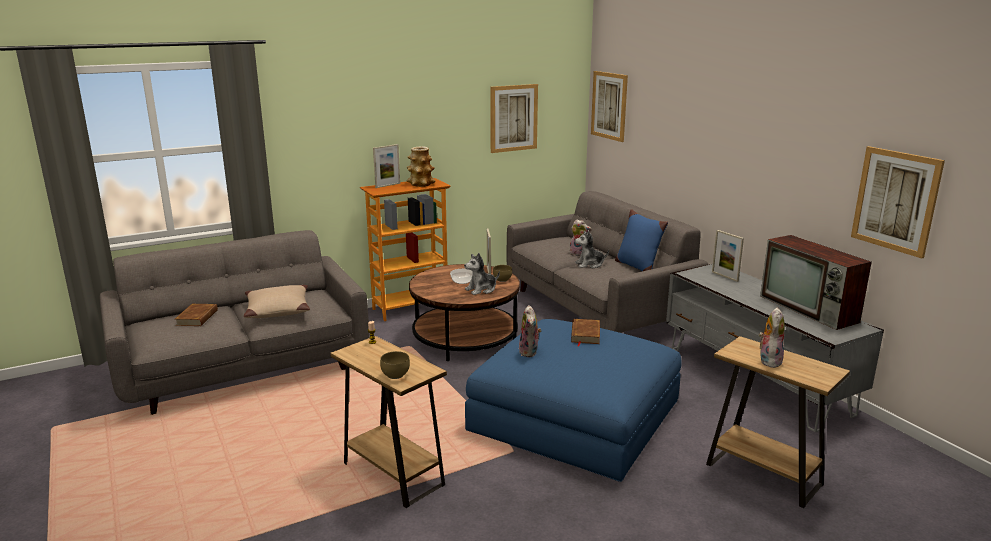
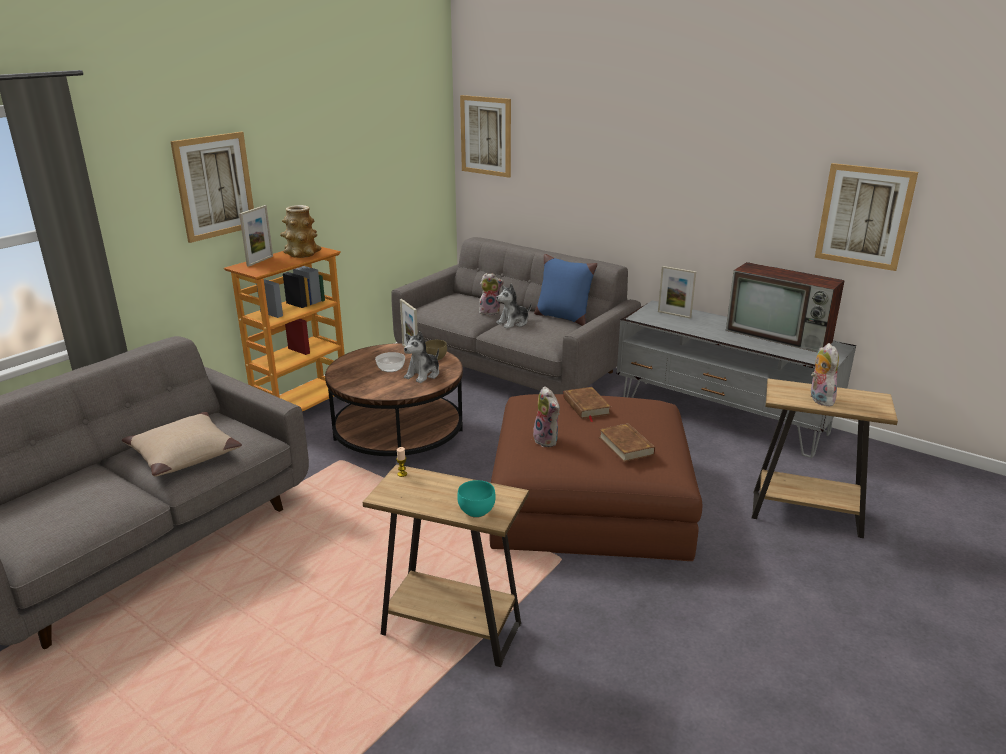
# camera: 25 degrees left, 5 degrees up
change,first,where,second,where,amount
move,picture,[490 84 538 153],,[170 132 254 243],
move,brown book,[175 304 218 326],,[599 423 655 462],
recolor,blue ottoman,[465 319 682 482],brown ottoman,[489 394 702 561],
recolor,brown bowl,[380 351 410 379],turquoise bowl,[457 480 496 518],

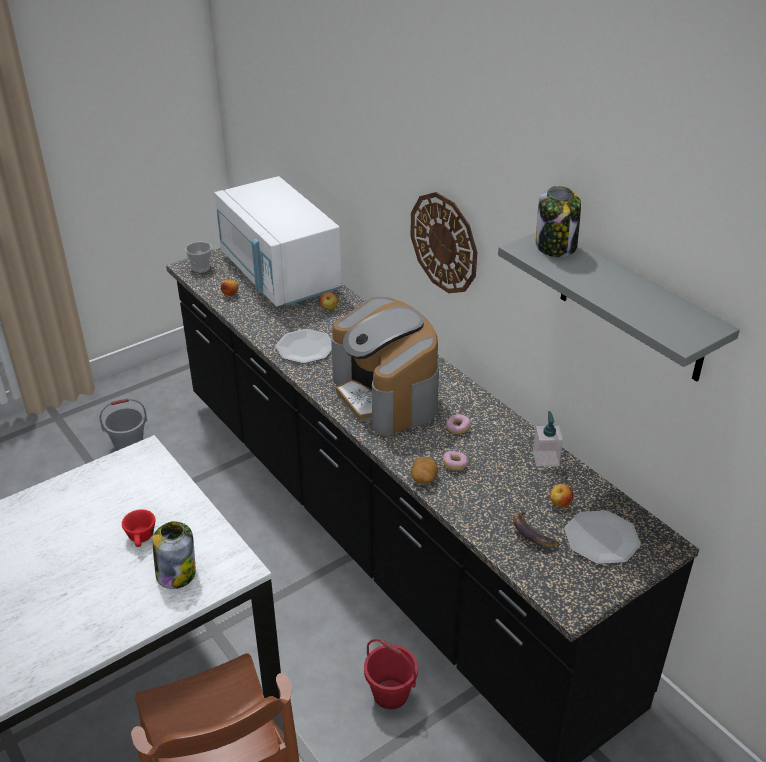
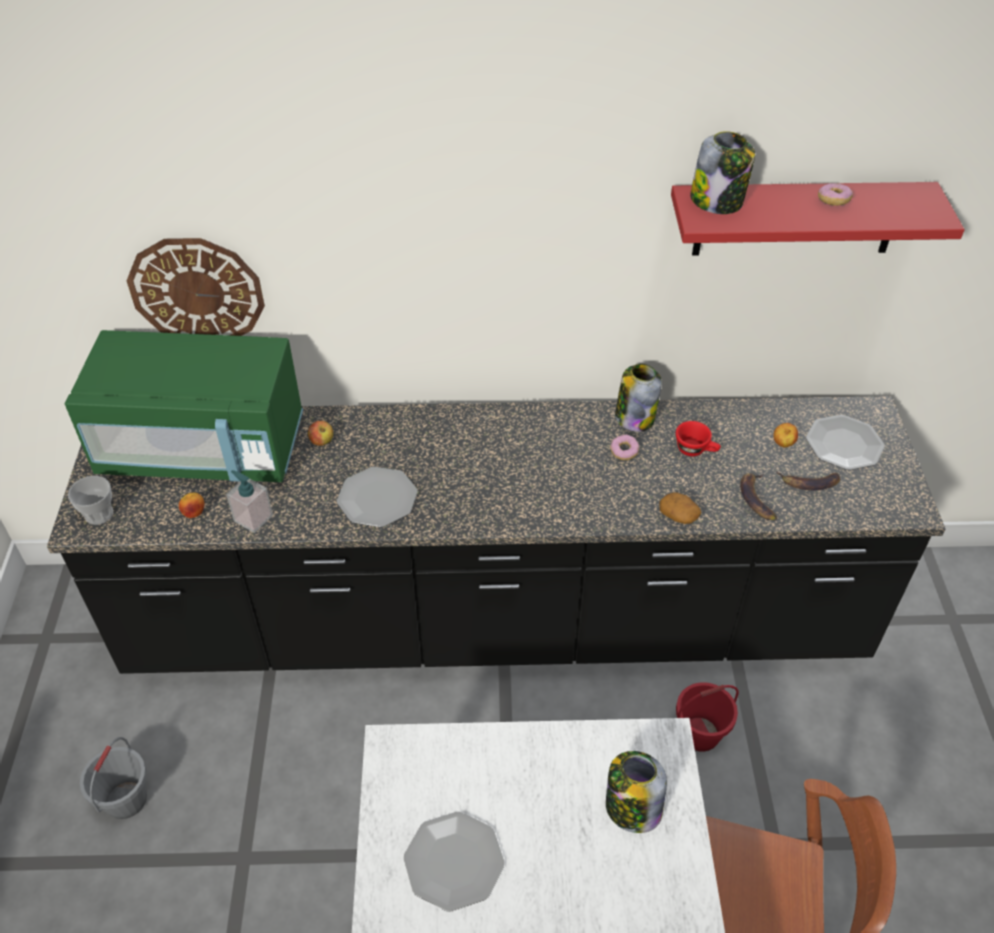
# camera: 55 degrees left, 10 degrees up
change,first,where,second,where,amount
recolor,white microwave,[214 176 342 307],green microwave,[65 330 303 482],
move,wall clock,[410 192 477 293],,[127 238 265 336],
recolor,grey shelf,[498 232 740 381],red shelf,[671 182 965 256],
delete,coffee machine,[331 297 439 436],,,
move,soap dispenser,[533 411 563 467],,[226 470 273 533],
move,donut,[443 451 468 471],,[818 184 853 206],
move,red cup,[122 509 155 547],,[676 421 721 456],
insert,,,jar,[615 364 662 432],
insert,,,banana,[740 473 777 521],
insert,,,plate,[404 812 504 912],

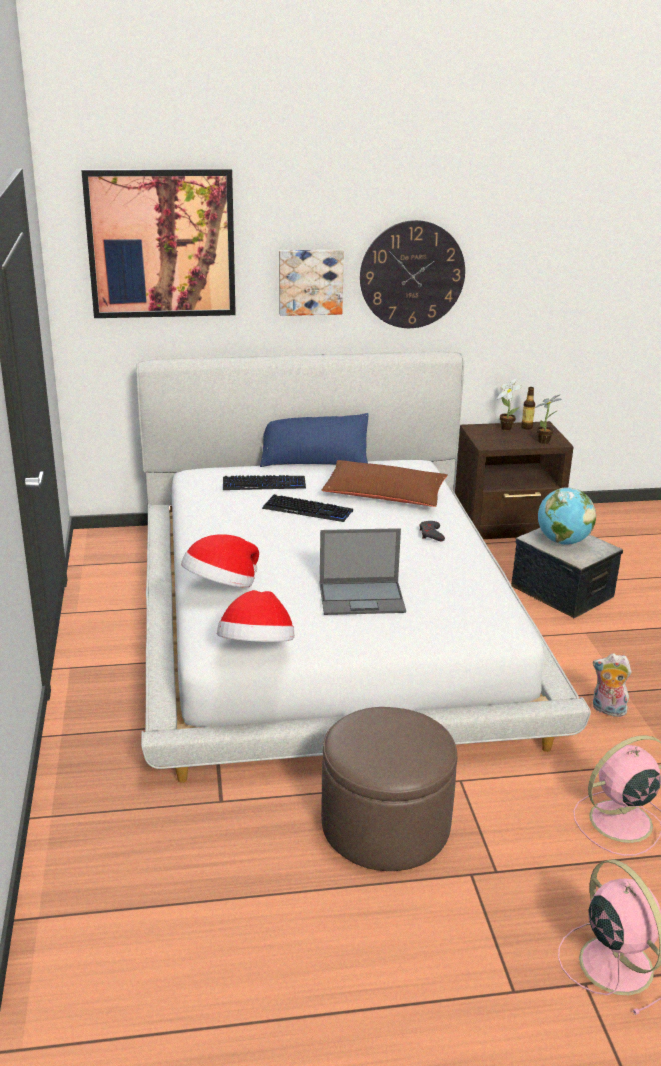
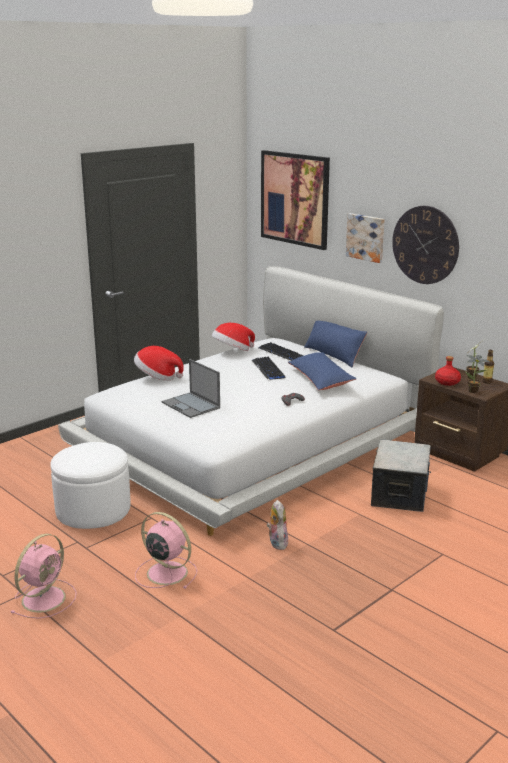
# camera: 55 degrees right, 5 degrees down
change,first,where,second,where,amount
recolor,brown pillow,[321 460 448 507],blue pillow,[288 352 356 390],
delete,globe,[538 487 596 544],,,
move,hat,[217 590 294 642],,[212 323 255 351],
recolor,brown ottoman,[321 707 457 871],white ottoman,[50 442 131 529],
insert,,,red bottle,[435 356 461 386],

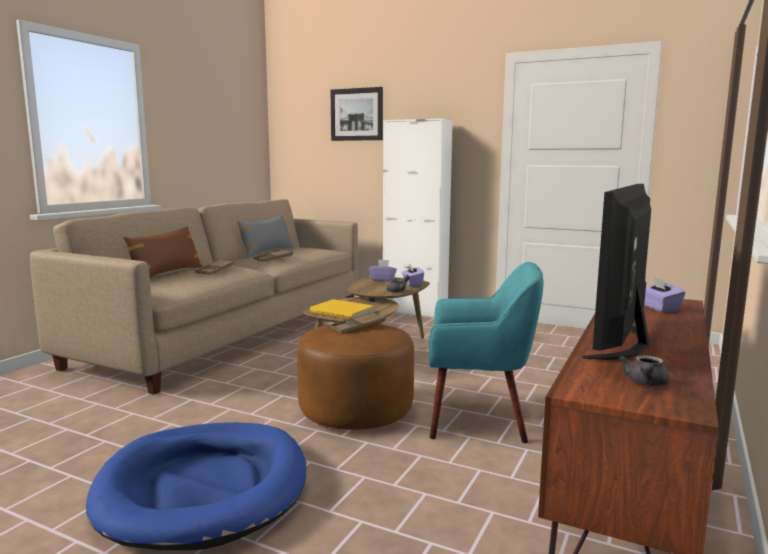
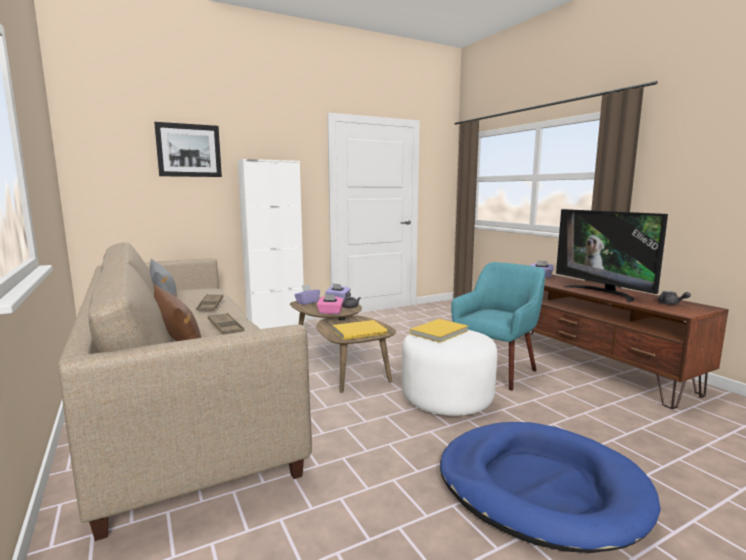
# camera: 55 degrees left, 0 degrees up
change,first,where,second,where,amount
replace,brown tray,[330 312 386 334],yellow book,[409 319 468 343],
recolor,brown ottoman,[297 324 414 430],white ottoman,[402 330 497 416],
insert,,,pink tissue box,[317 294 344 314],

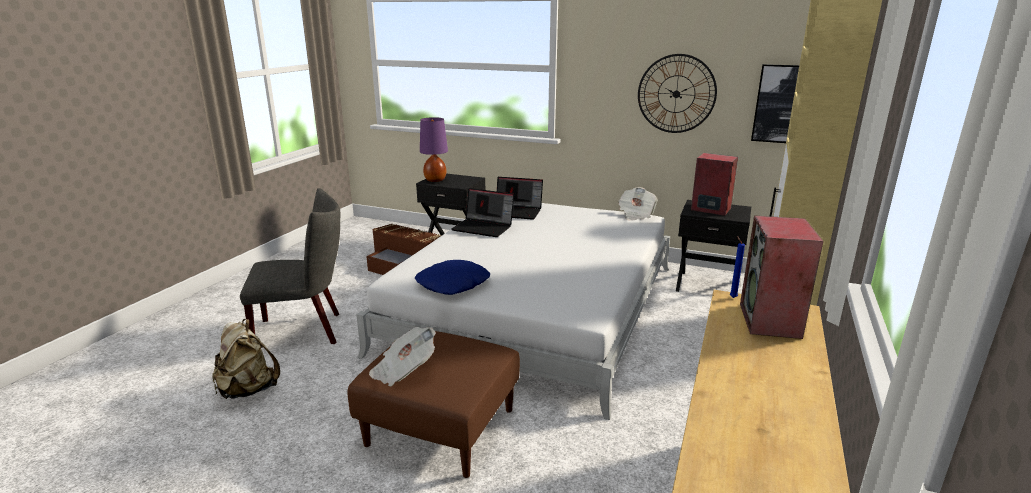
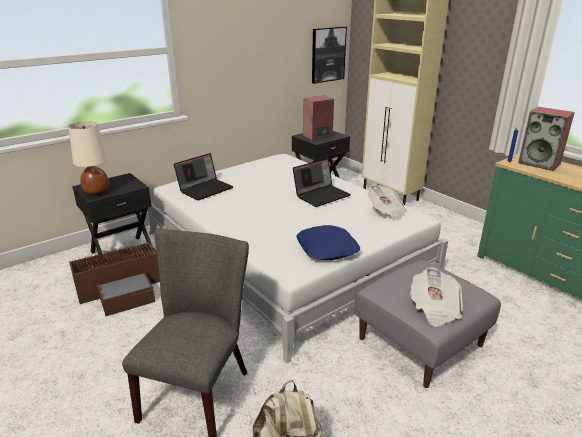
# camera: 60 degrees left, 5 degrees up
change,first,where,second,where,amount
delete,wall clock,[638 54 717 133],,,
recolor,purple table lamp,[420 117 448 182],beige table lamp,[69 122 109 196],
move,newspaper,[618 187 658 221],,[367 185 407 221],
move,laptop,[451 188 514 237],,[293 158 351 207],
recolor,brown ottoman,[347 331 520 478],grey ottoman,[355 260 501 388],

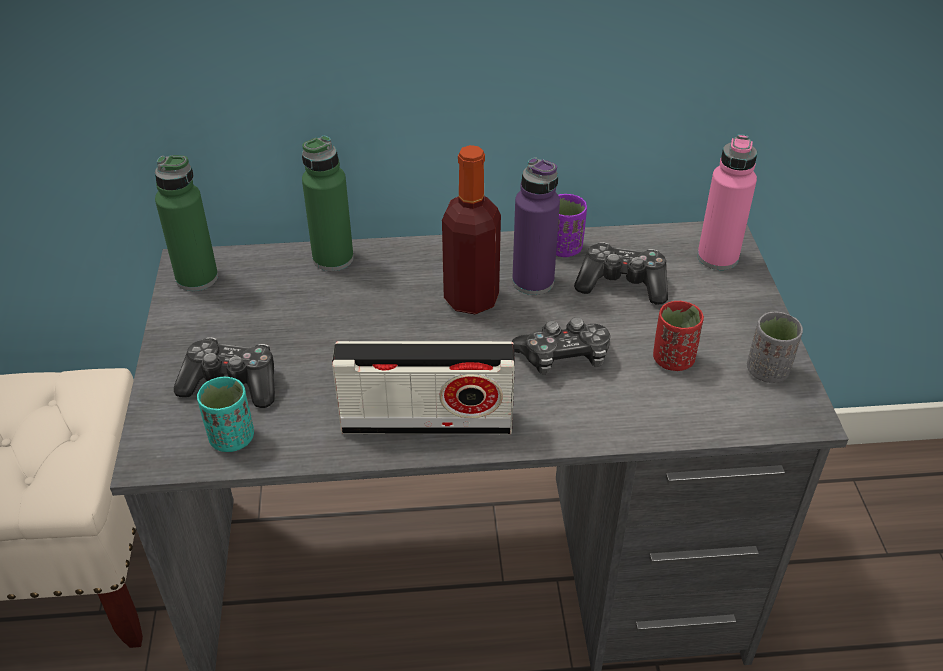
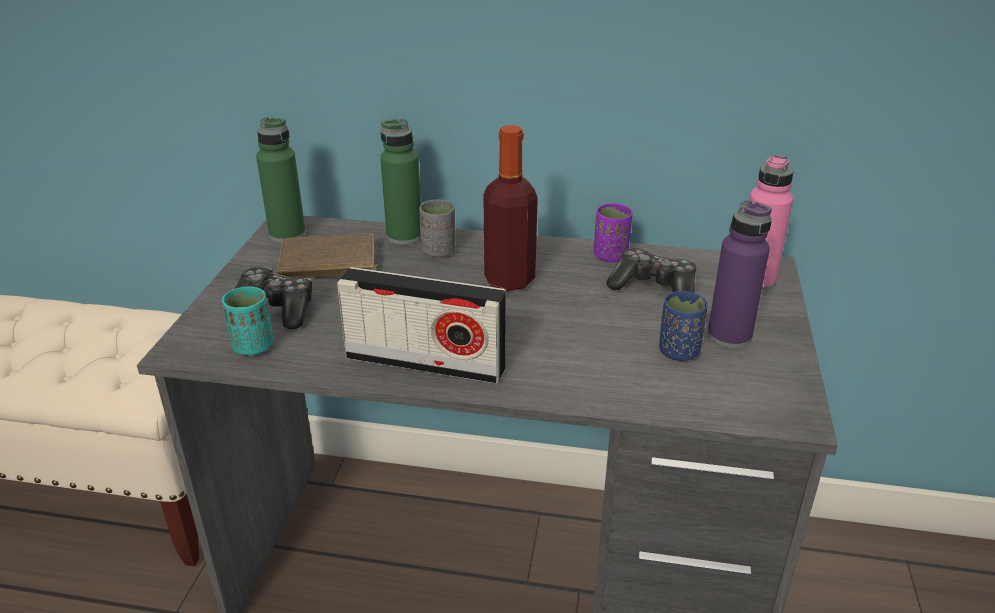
# camera: 15 degrees right, 10 degrees down
change,first,where,second,where,amount
move,purple bottle,[512 158 560 295],,[708 200 772 348],
recolor,red cup,[653 301 704 371],blue cup,[659 291 708 361],
move,grey cup,[747 312 803 383],,[419 199 455 258],
delete,game controller,[512 317 610 375],,,
insert,,,brown book,[277 233 378 278],

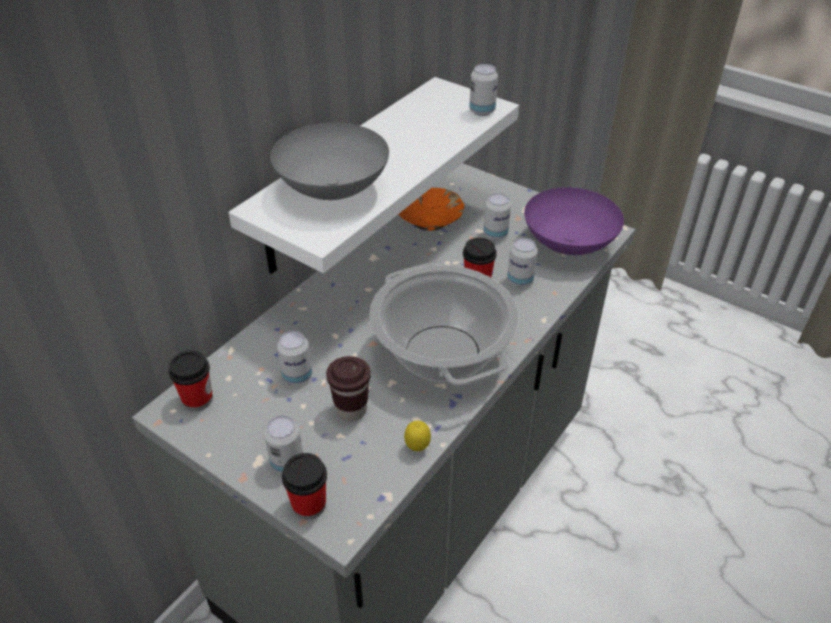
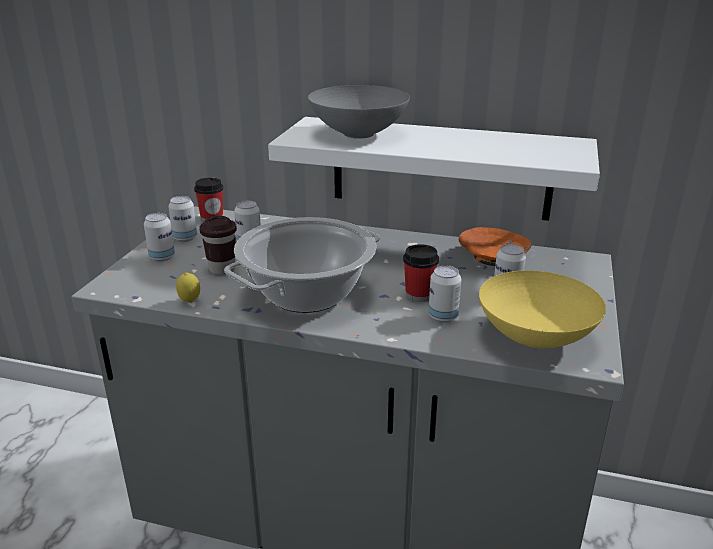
# camera: 70 degrees right, 15 degrees down
change,first,where,second,where,amount
move,can,[469 64 498 116],,[168 196 197 242],
recolor,purple bowl,[524 187 624 255],yellow bowl,[479 270 606 348],
delete,cup,[282 453 327 520],,,

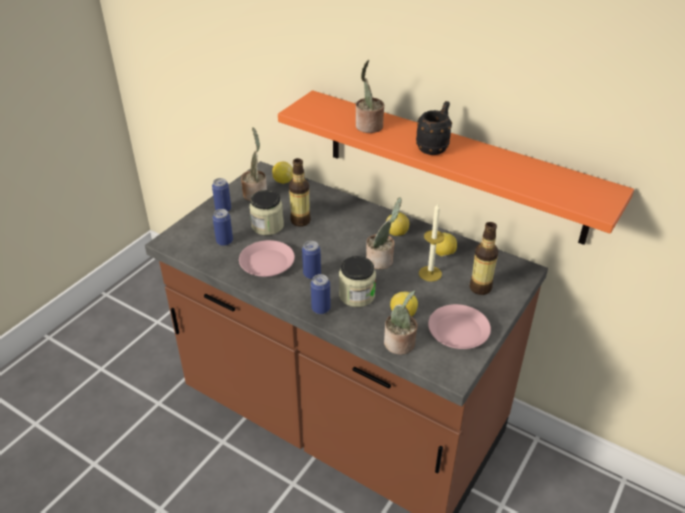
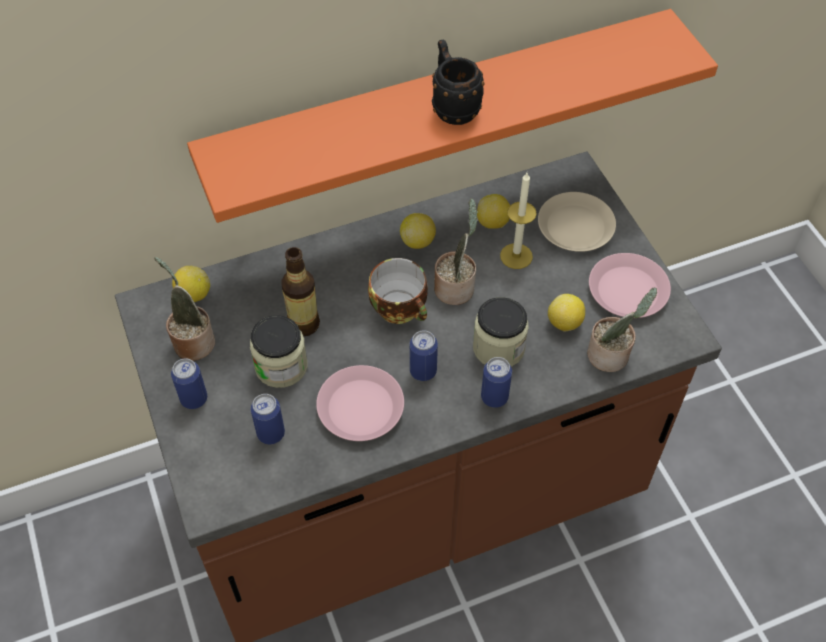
# camera: 55 degrees left, 15 degrees up
change,first,where,second,where,amount
delete,potted plant,[356 60 384 133],,,
replace,bottle,[470 222 498 295],beige plate,[538 192 616 252],
insert,,,cup,[368 258 428 324],

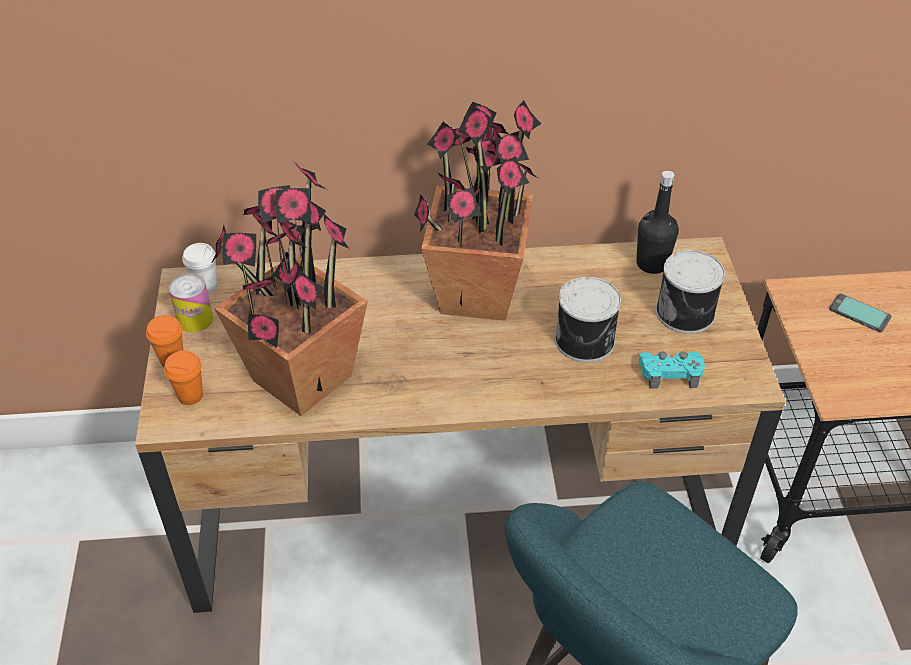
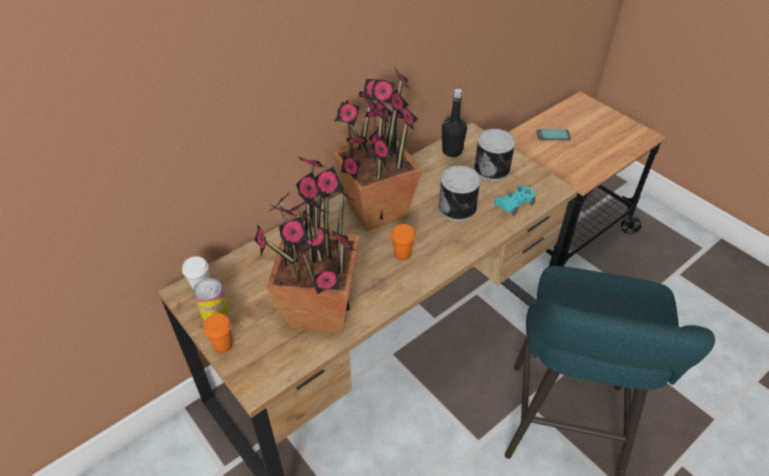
# camera: 35 degrees left, 0 degrees up
change,first,where,second,where,amount
move,orange cup,[164 351 203 405],,[391 224 415 260],

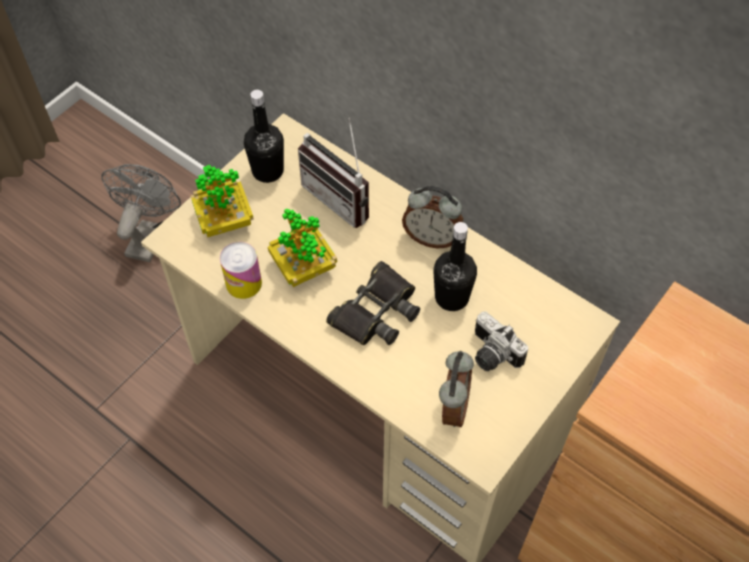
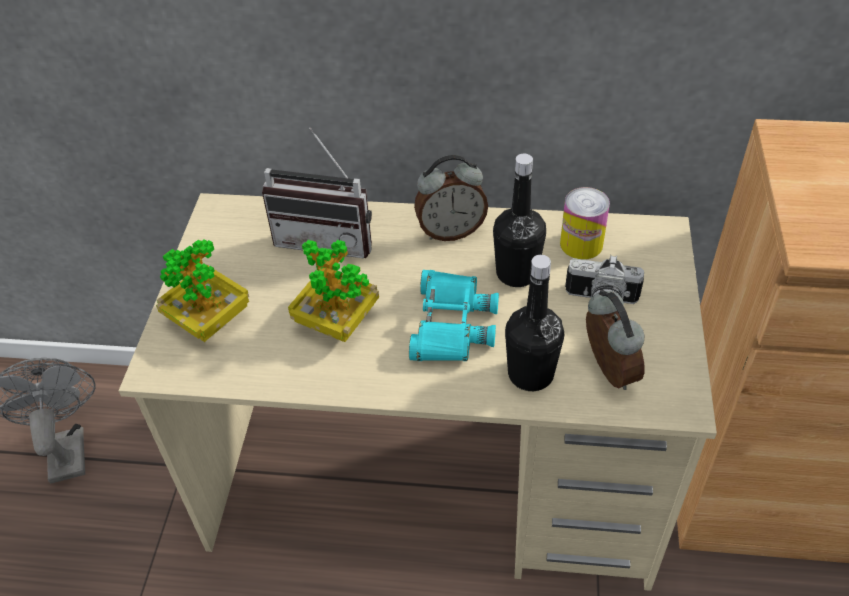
# camera: 30 degrees left, 10 degrees down
change,first,where,second,where,amount
move,black bottle,[244 90 284 183],,[505 255 564 391],
move,can,[220 242 262 299],,[560 187 610 260],
recolor,black binoculars,[326 261 420 345],turquoise binoculars,[409 270 499 361],

